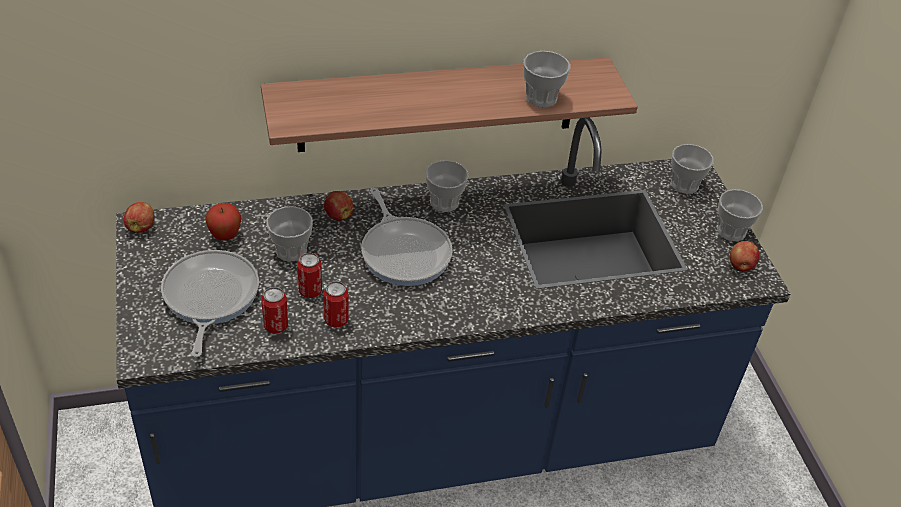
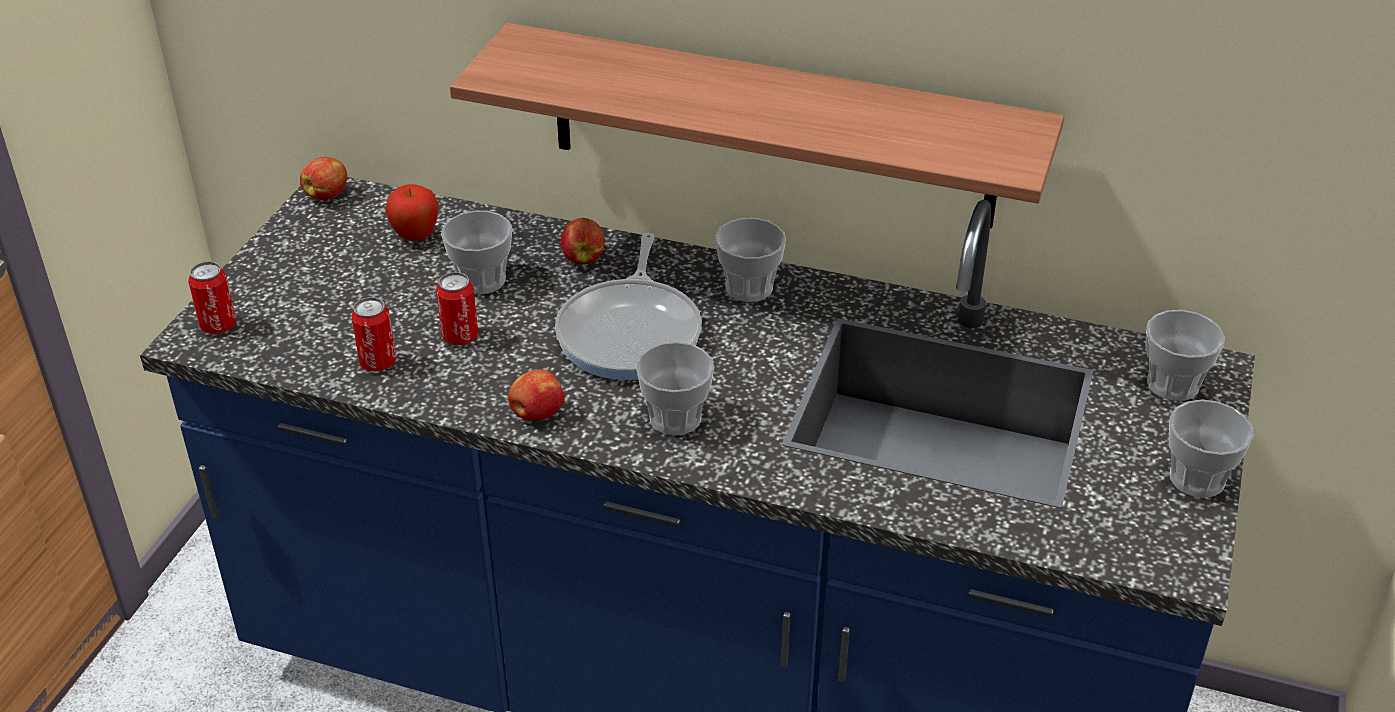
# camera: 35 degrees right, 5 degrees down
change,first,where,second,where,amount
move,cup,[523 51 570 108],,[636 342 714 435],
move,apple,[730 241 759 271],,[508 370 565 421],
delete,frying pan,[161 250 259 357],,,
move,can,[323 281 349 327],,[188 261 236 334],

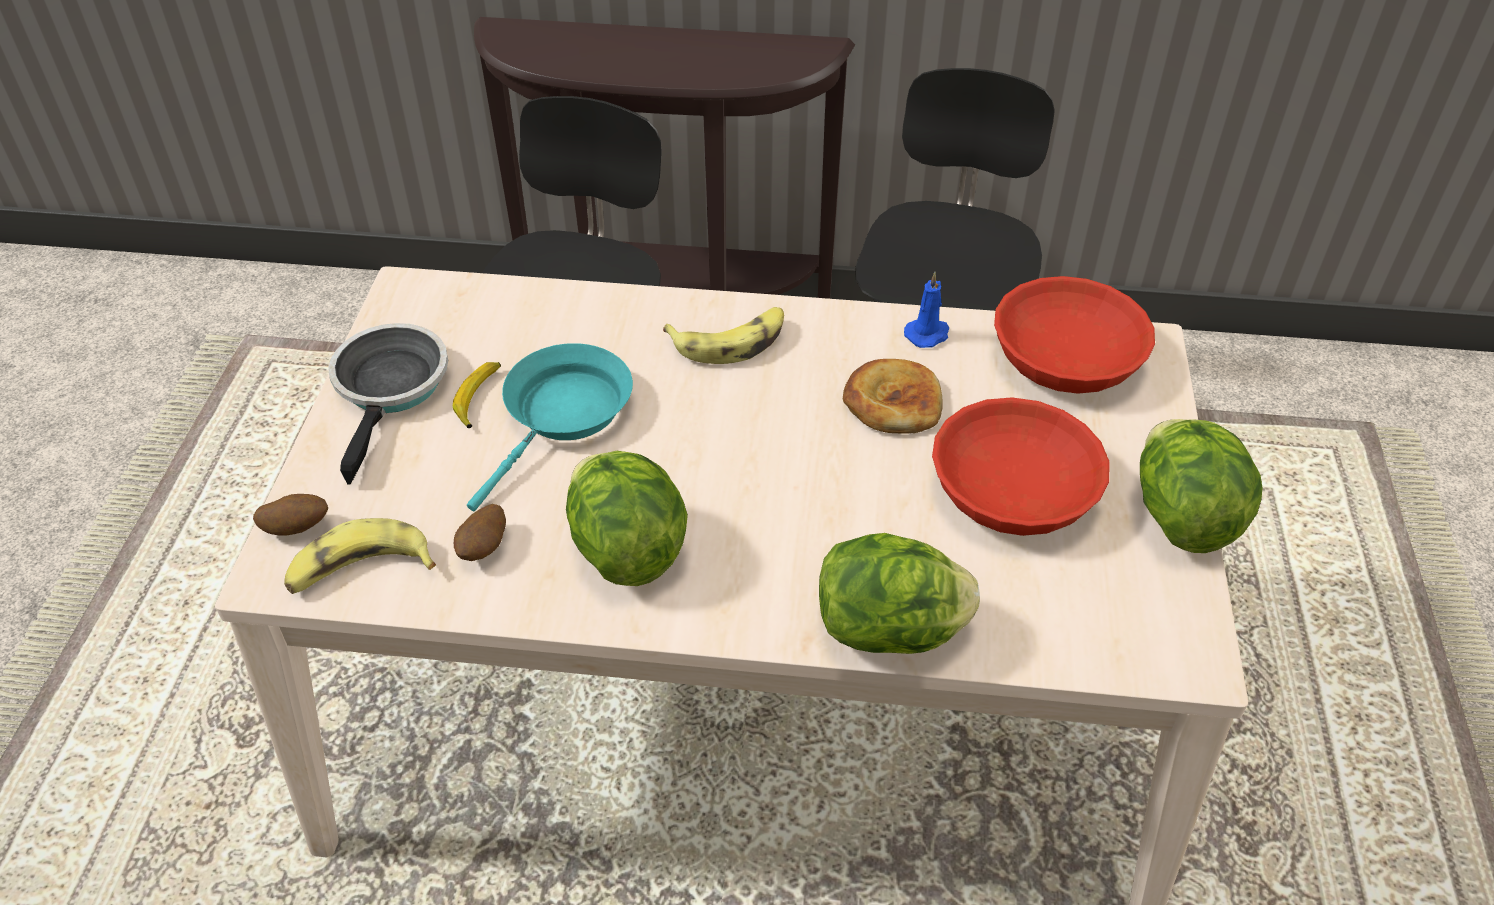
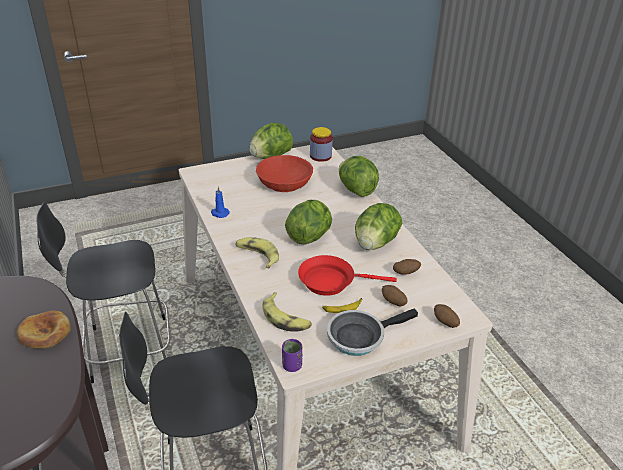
# camera: 120 degrees left, 10 degrees down
change,first,where,second,where,amount
delete,red bowl,[994 276 1155 394],,,
recolor,turquoise frying pan,[467 343 633 511],red frying pan,[298 255 397 296],
move,bread,[843 359 943 434],,[17 311 71 349],
move,banana,[284 518 436 594],,[262 292 312 332],
insert,,,jar,[310 127 333 162],
insert,,,lettuce,[285 200 332 245],
insert,,,potato,[382 285 408 307],
insert,,,purple cup,[282 339 302 372],

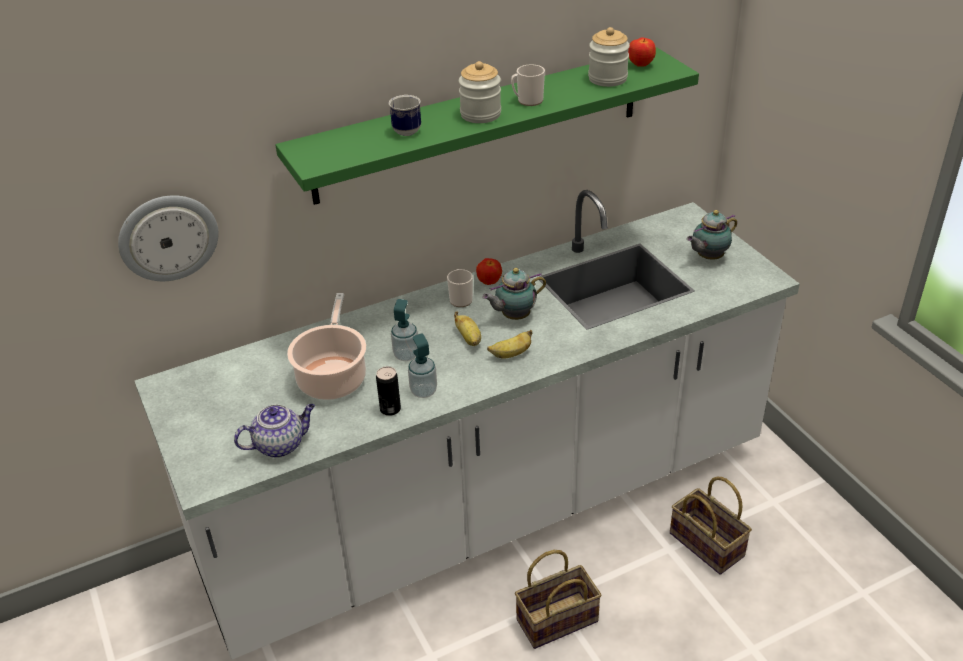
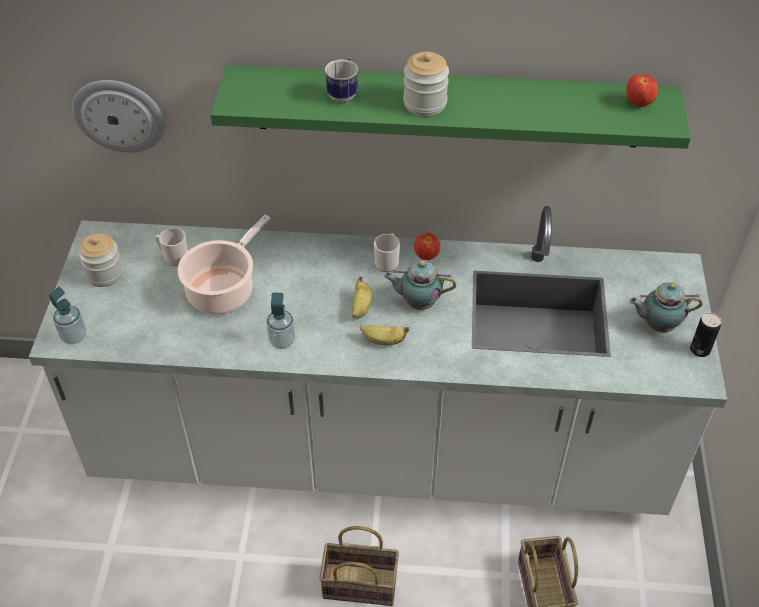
# camera: 30 degrees right, 10 degrees up
change,first,where,second,where,amount
move,jar,[588 27 630 87],,[78 233 123 287],
move,mug,[511 65 545 106],,[155 228 188 266],
move,soap dispenser,[391 299 418 361],,[49 287 86 344],
move,can,[376 366 401 416],,[690 312 721 357],
delete,teapot,[234 404 315 458],,,

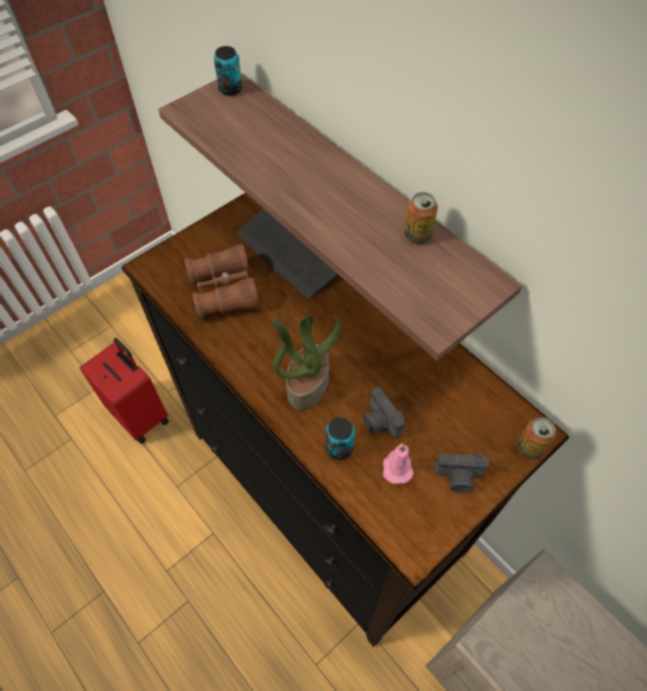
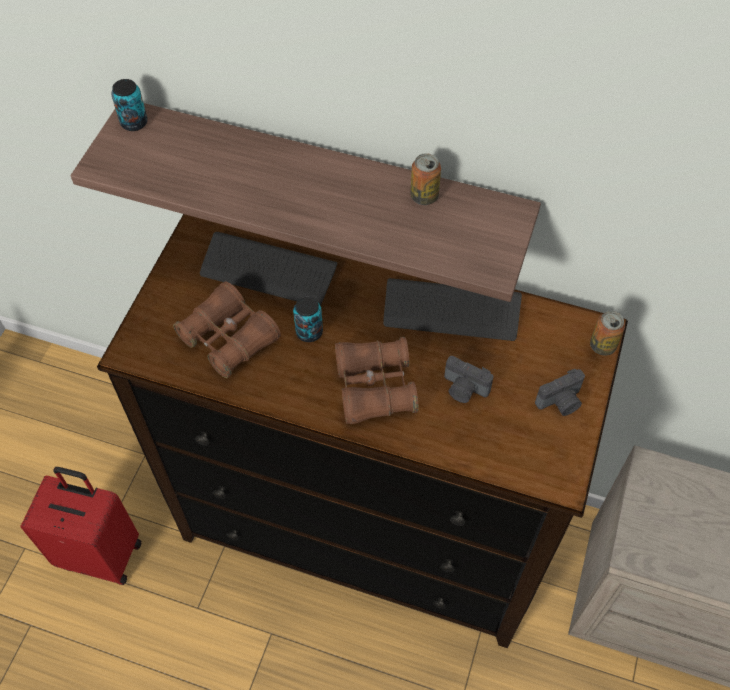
# camera: 30 degrees left, 0 degrees up
change,first,where,second,where,amount
replace,potted plant,[271 314 342 410],brown binoculars,[335 337 419 424],
move,can,[326 417 355 460],,[293 297 323 342],
delete,pink candle,[383 444 414 484],,,
insert,,,keyboard,[383 278 522 341],

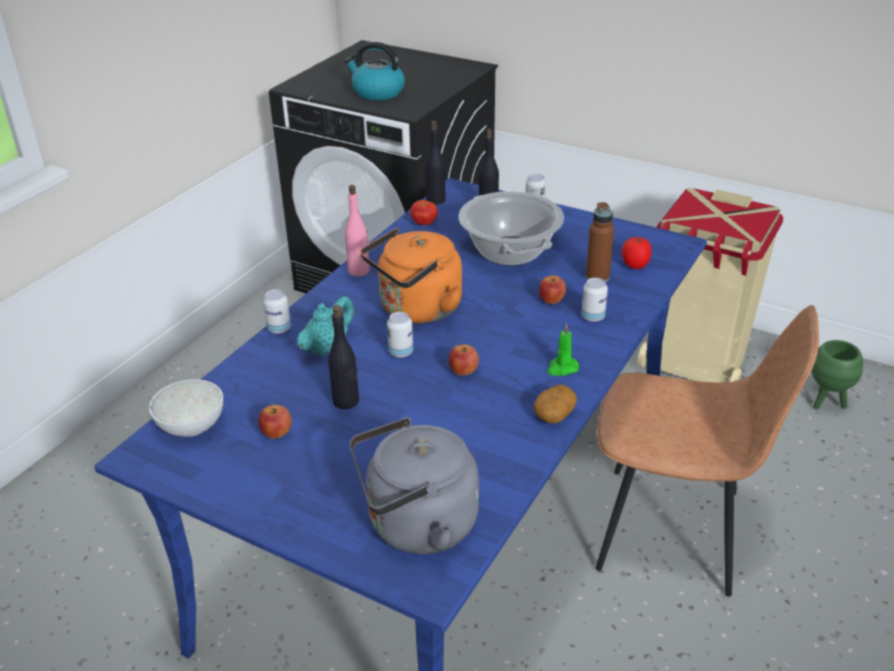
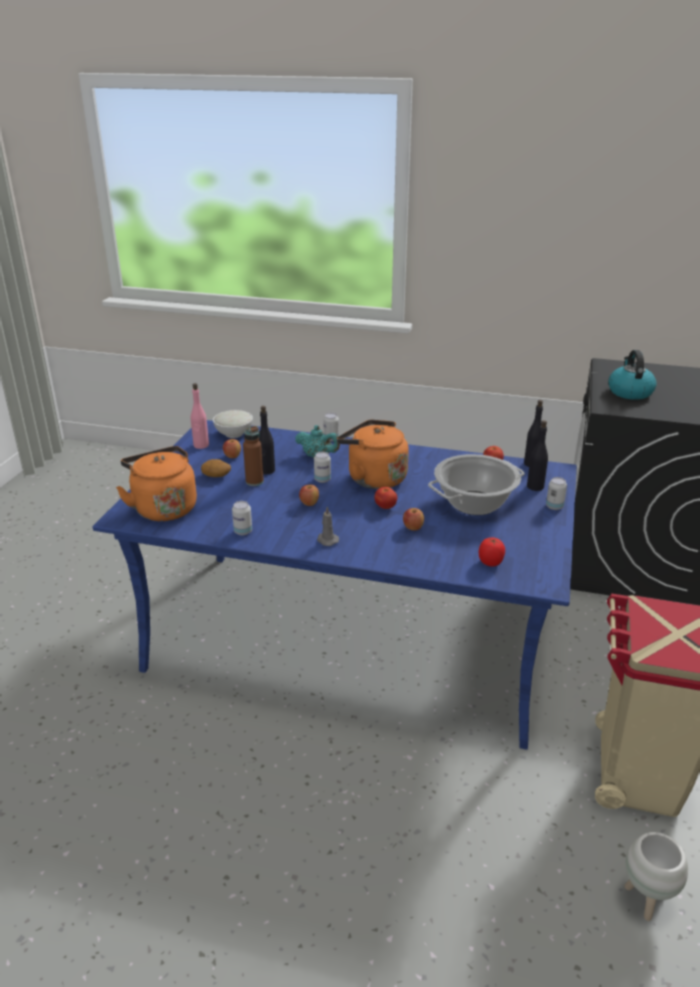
# camera: 75 degrees right, 5 degrees down
change,first,where,second,where,amount
move,pink bottle,[345 185 370 276],,[191 383 209 449],
move,brown bottle,[586 202 614 282],,[243 426 264 486],
move,can,[582 278 608 322],,[232 501 252 535],
delete,brown chair,[596 305 819 597],,,
recolor,green candle,[547 323 579 376],grey candle,[317 507 339 546],
recolor,green planter,[811 340 863 409],white planter,[625 832 688 921],
move,potato,[534 385 577 424],,[201 459 231 477],
recolor,grey kettle,[350 417 479 554],orange kettle,[116 446 197 521],
insert,,,tomato,[374 487 397 509],

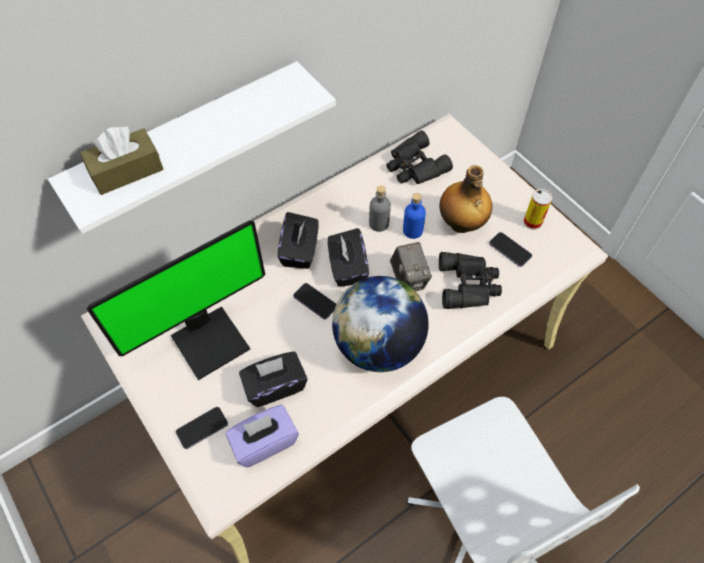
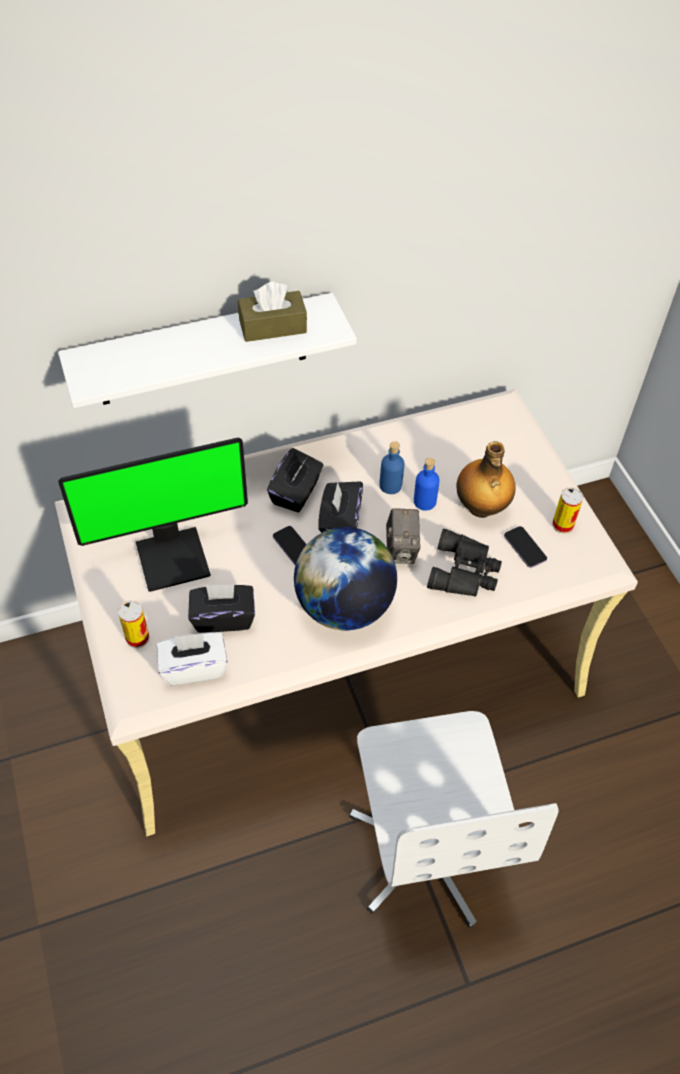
# camera: 15 degrees right, 5 degrees down
change,first,where,second,where,amount
move,brown tissue box,[80 126 164 195],,[238 282 307 342],
delete,black binoculars,[386 131 453 184],,,
recolor,grey bottle,[369 185 391 232],blue bottle,[379 441 405 494],
recolor,purple tissue box,[226 405 298 467],white tissue box,[157 632 228 686],
replace,phone,[176 407 228 449],can,[118 600 149 648],

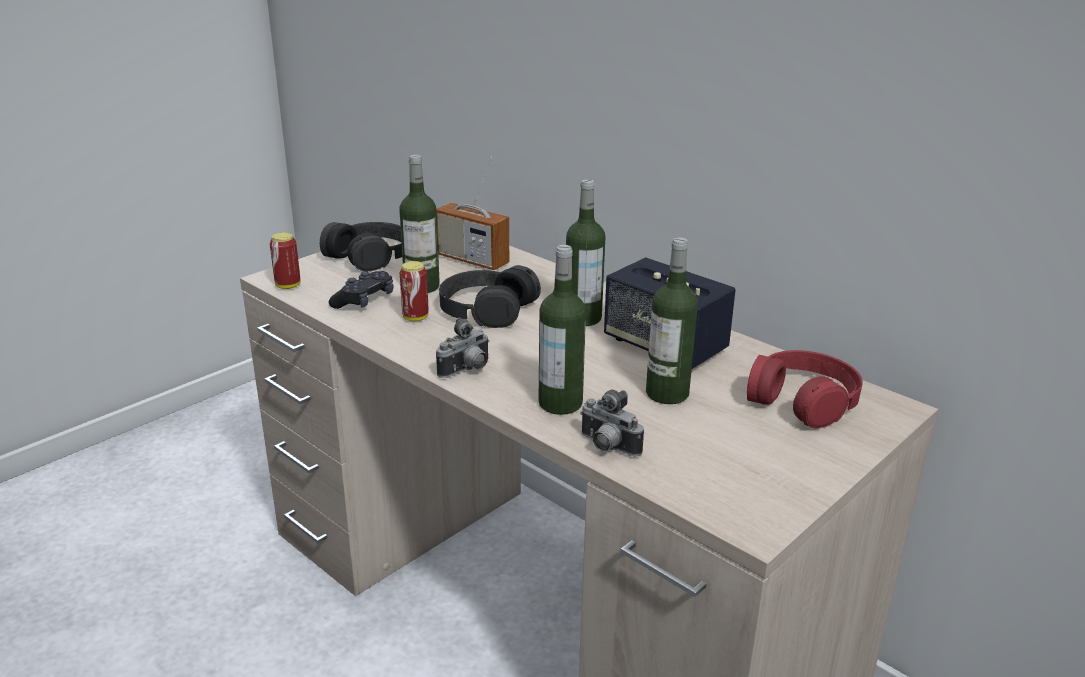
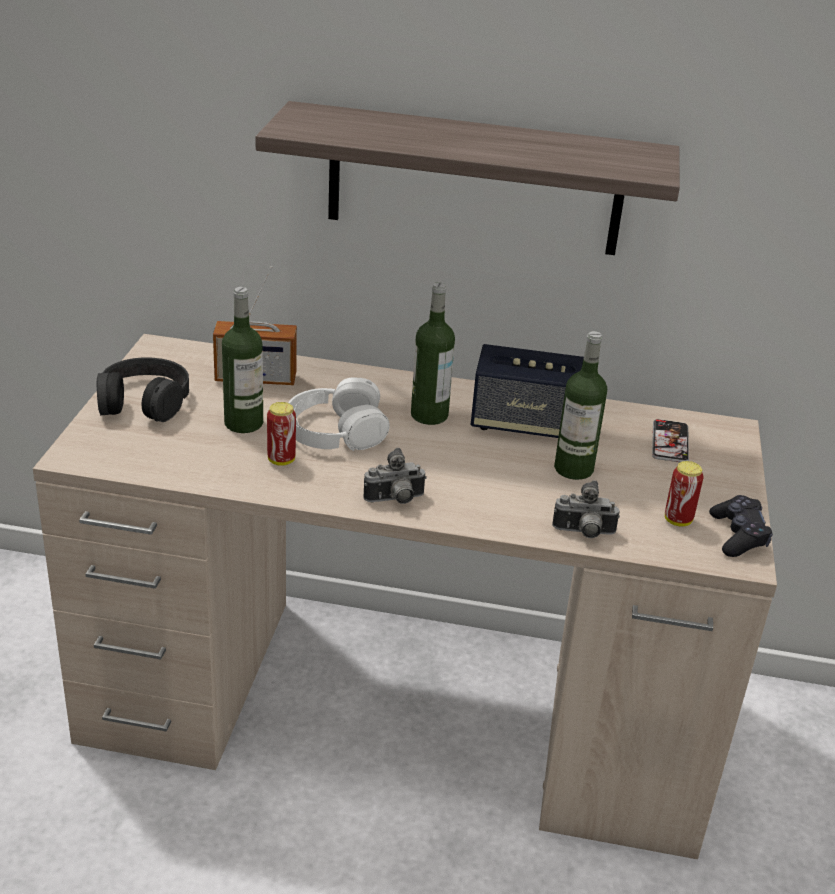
# camera: 35 degrees left, 5 degrees up
change,first,where,second,where,amount
move,can,[270 232 300 289],,[665 461 703 527],
delete,bottle,[538 245 586 415],,,
recolor,black headphones,[439 265 541 328],white headphones,[288 377 390 451],
move,black game controller,[329 271 393 309],,[709 495 773 557],
rotate,photo camera,[436 317 490 378],,[363 448 426 504],60 degrees clockwise
replace,red headphones,[747 350 863 429],phone,[652 419 689 462],
insert,,,shelf,[255 101 680 255],

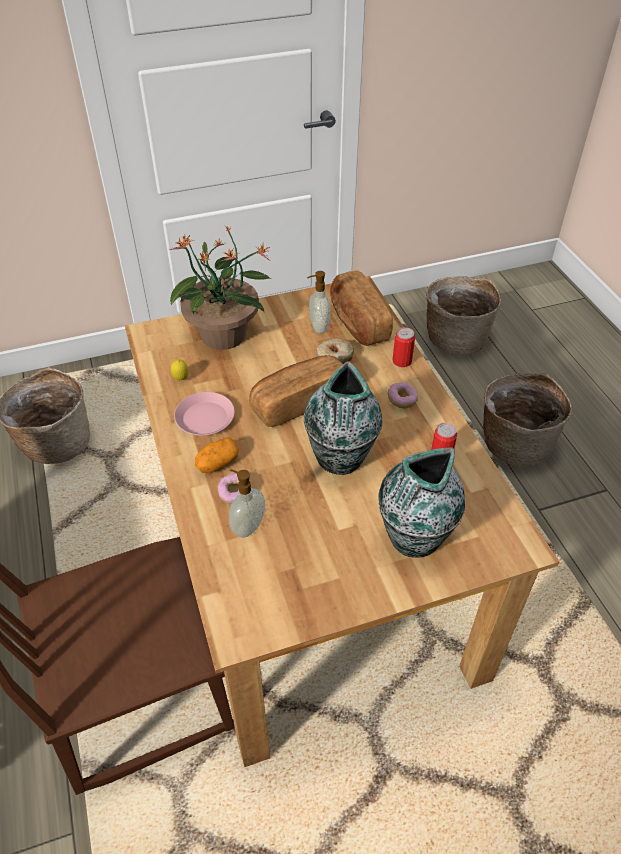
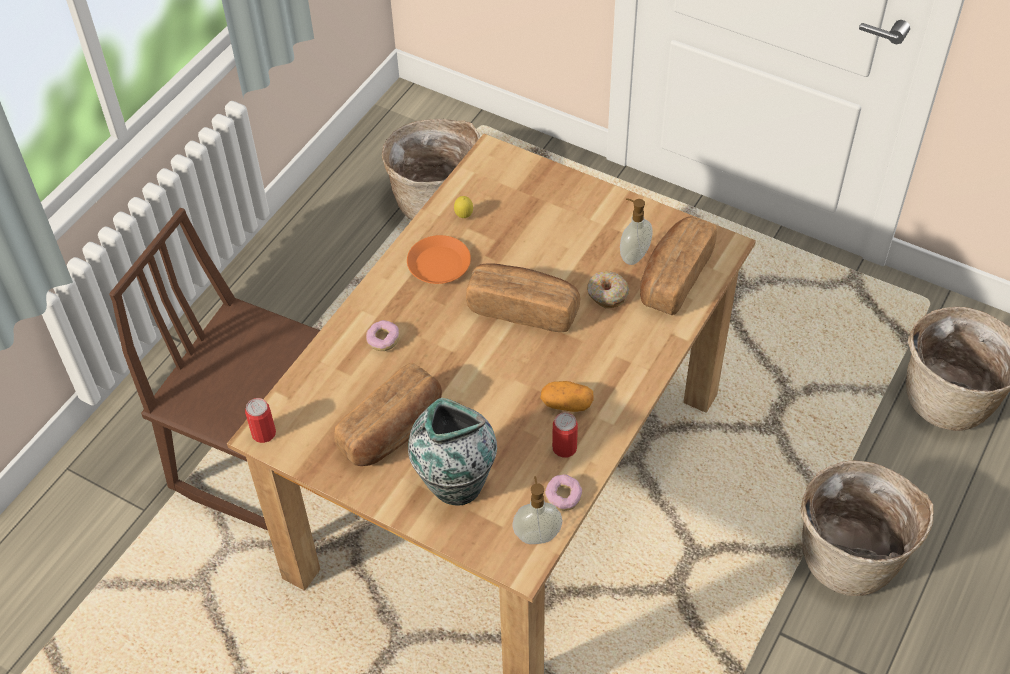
# camera: 50 degrees right, 5 degrees up
change,first,where,second,where,amount
delete,potted plant,[169 226 271 350],,,
move,can,[393 327 415 367],,[245 398 276 443],
delete,vase,[304 361 383 475],,,
move,donut,[388 382 418 408],,[545 474 582 511],
recolor,pink plate,[174 392 235 436],orange plate,[407 235 471 284],
move,potato,[195 438 239 473],,[541 381 594 412],
move,soap dispenser,[229 469 265 538],,[512 476 562 544],
insert,,,bread,[334 362 442 466],

